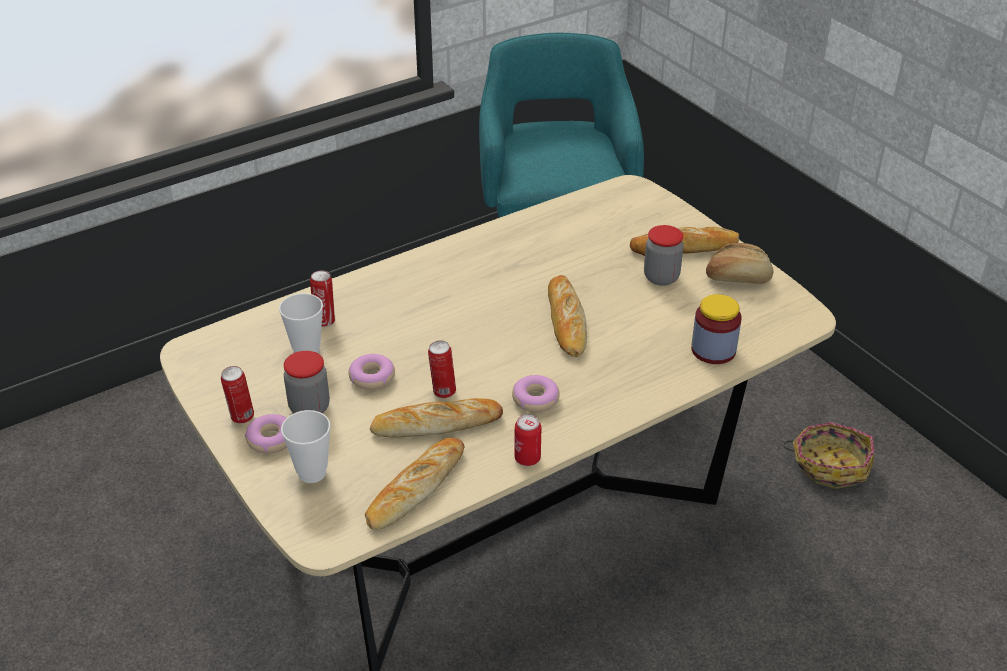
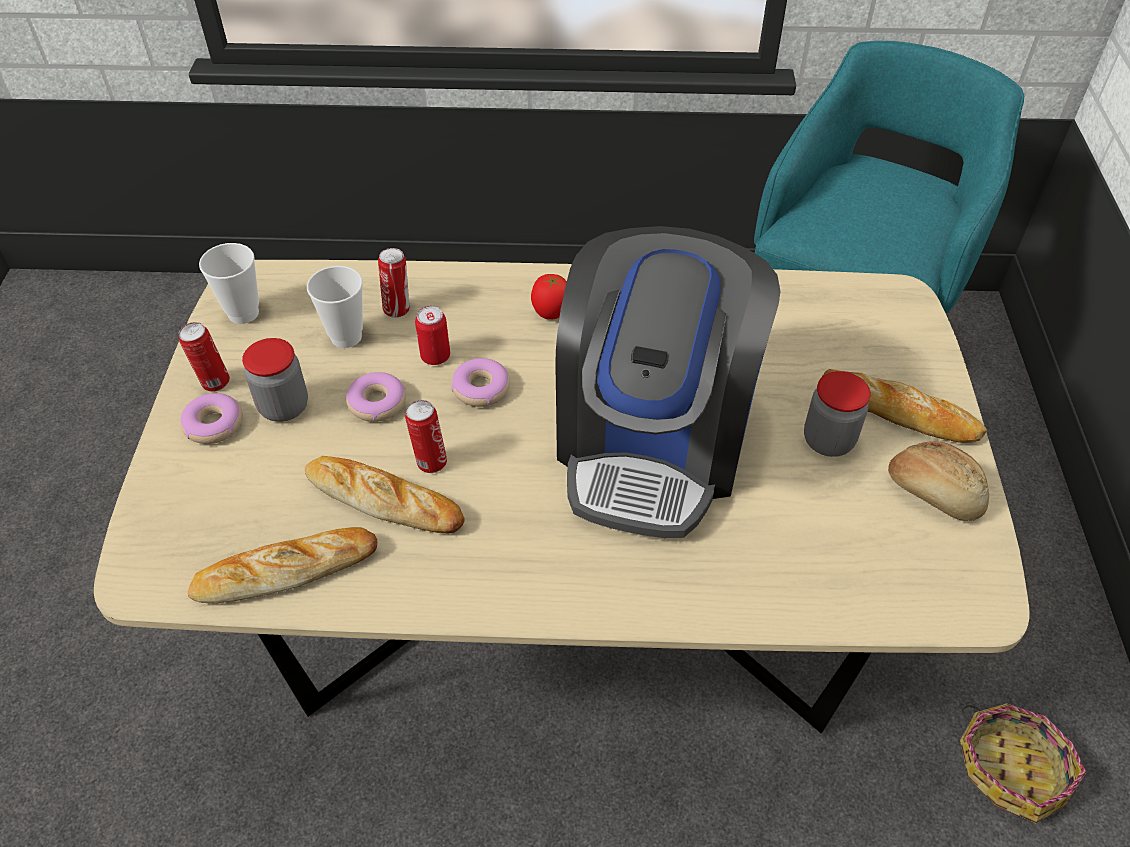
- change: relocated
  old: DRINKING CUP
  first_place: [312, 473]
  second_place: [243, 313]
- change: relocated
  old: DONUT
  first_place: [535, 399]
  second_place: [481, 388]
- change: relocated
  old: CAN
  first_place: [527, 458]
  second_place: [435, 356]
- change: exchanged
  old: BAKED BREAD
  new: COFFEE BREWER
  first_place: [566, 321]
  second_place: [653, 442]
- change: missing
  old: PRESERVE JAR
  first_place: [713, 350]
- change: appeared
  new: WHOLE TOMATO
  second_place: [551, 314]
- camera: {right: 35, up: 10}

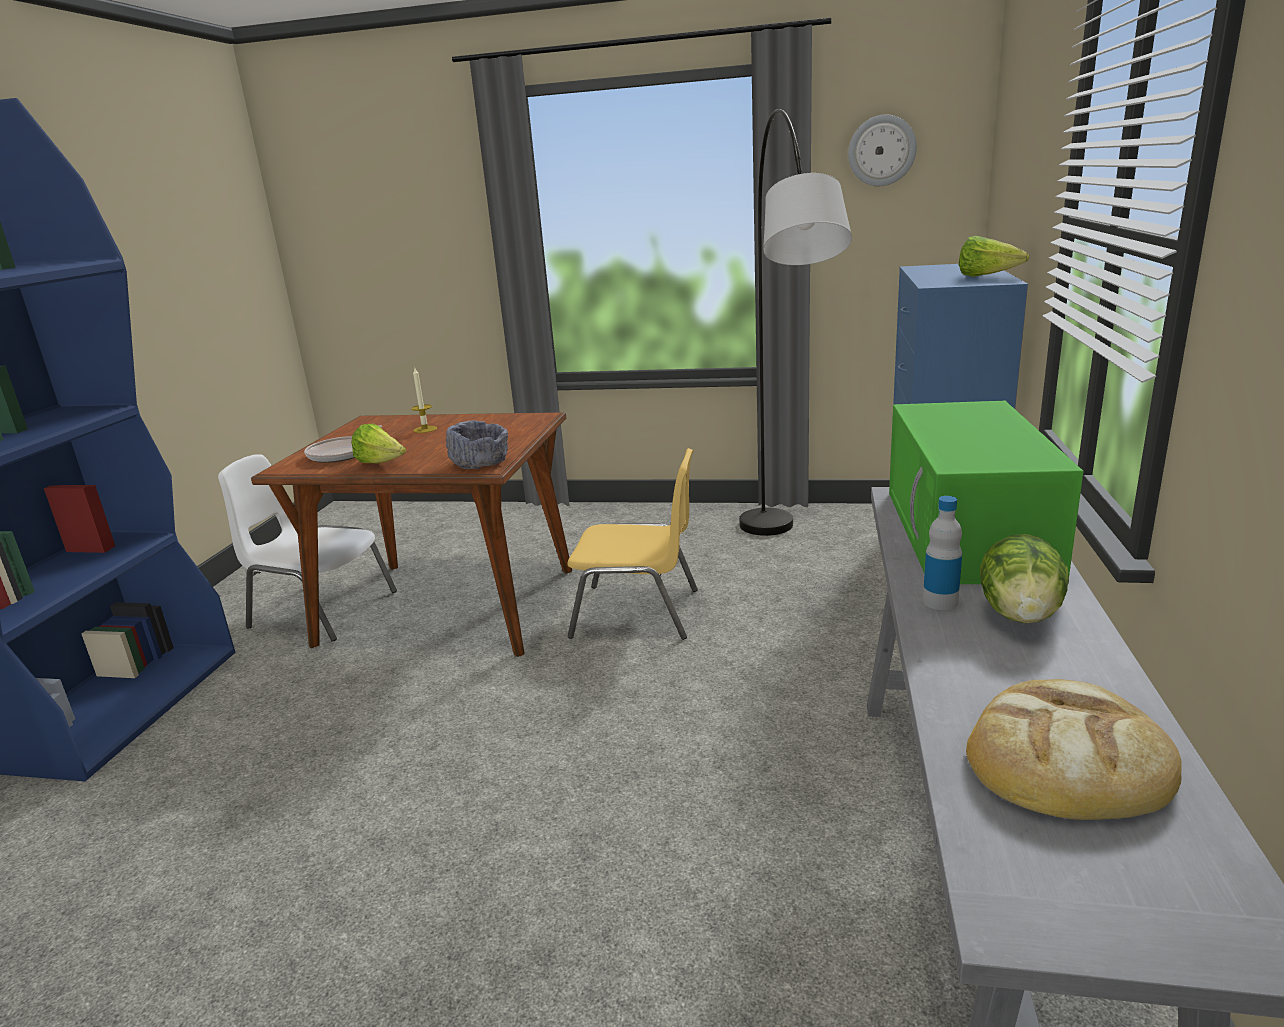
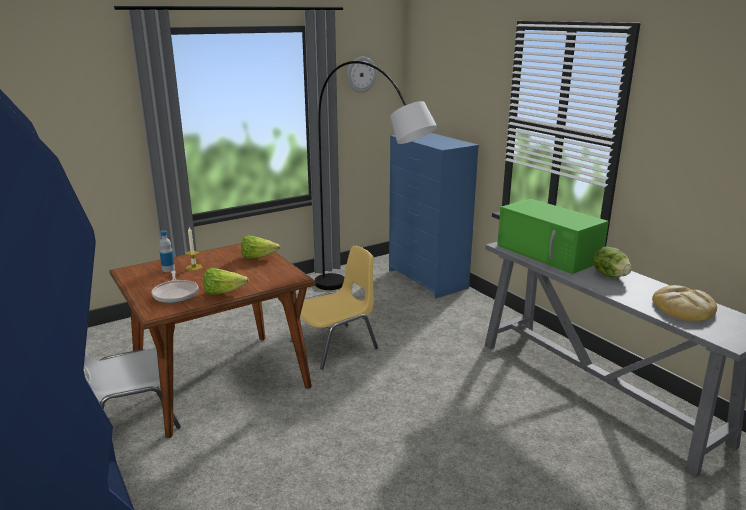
- change: missing
  old: GRAY SERVING BOWL
  first_place: [480, 463]
- change: relocated
  old: BEVERAGE BOTTLE
  first_place: [940, 602]
  second_place: [168, 269]
- change: relocated
  old: HEAD OF LETTUCE
  first_place: [986, 276]
  second_place: [258, 257]
- camera: {right: -45, up: 0}

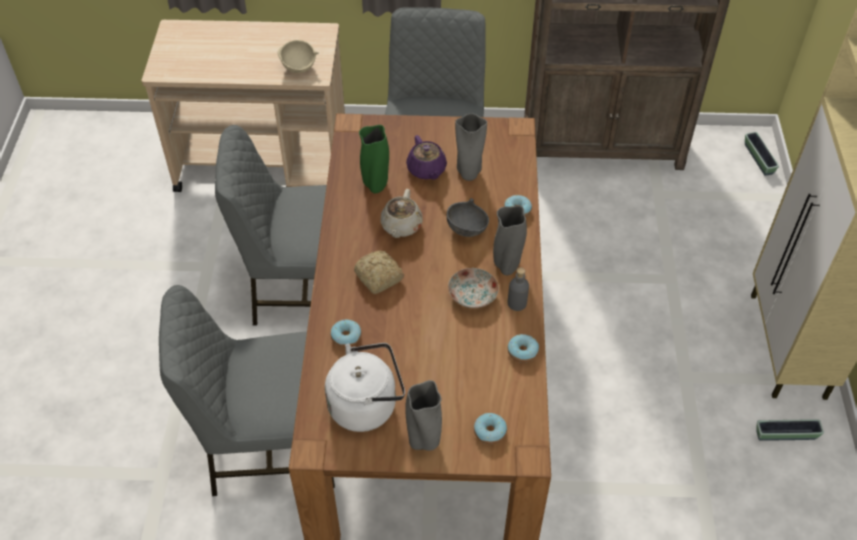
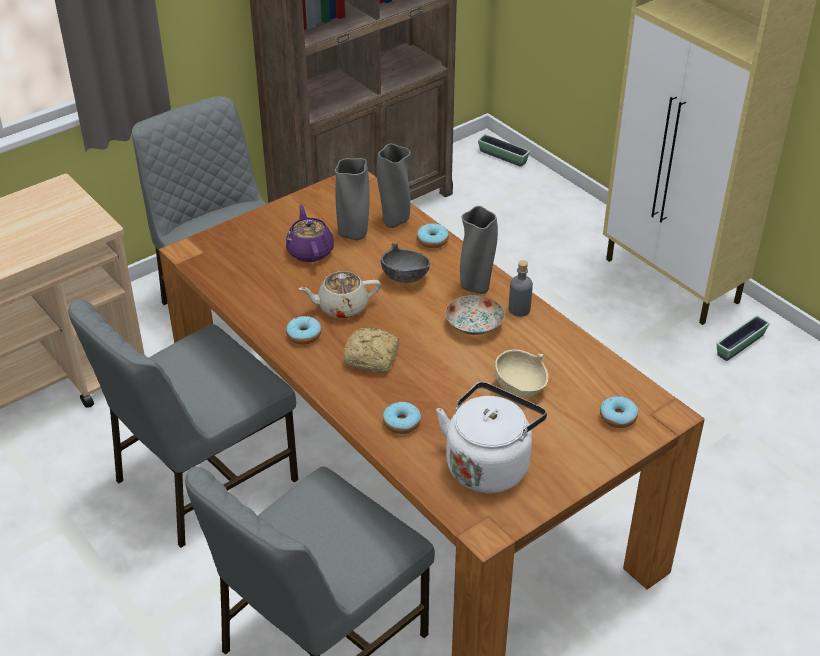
- change: relocated
  old: SAND-COLOURED SERVING BOWL
  first_place: [299, 67]
  second_place: [520, 388]
- change: missing
  old: GREEN DECORATIVE VASE
  first_place: [376, 185]
- change: spun
  old: SAND-COLOURED TEA POT
  first_place: [401, 226]
  second_place: [341, 307]
  degrees: 105
- change: relocated
  old: GRAY DECORATIVE VASE
  first_place: [424, 441]
  second_place: [394, 221]
- change: spun
  old: PURPLE-COLOURED TEA POT
  first_place: [426, 170]
  second_place: [310, 251]
  degrees: -135
- change: relocated
  old: DONUT
  first_place: [522, 352]
  second_place: [304, 335]
- camera: {right: -40, up: -10}

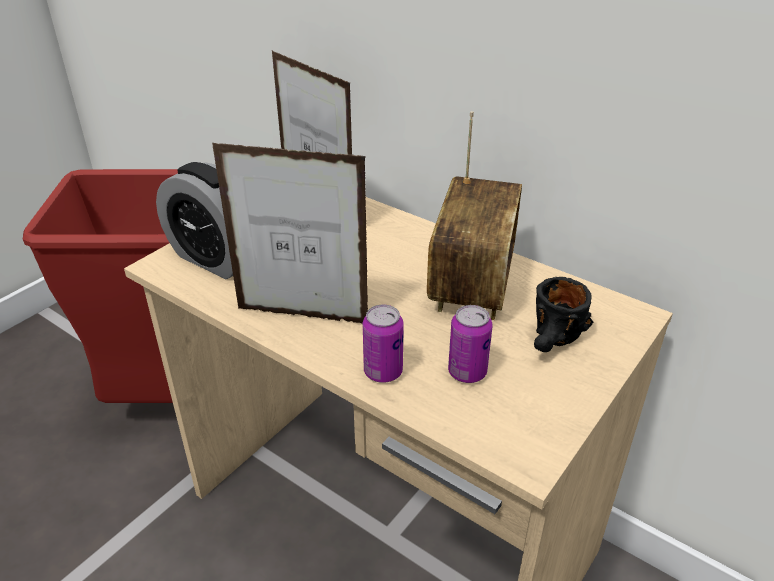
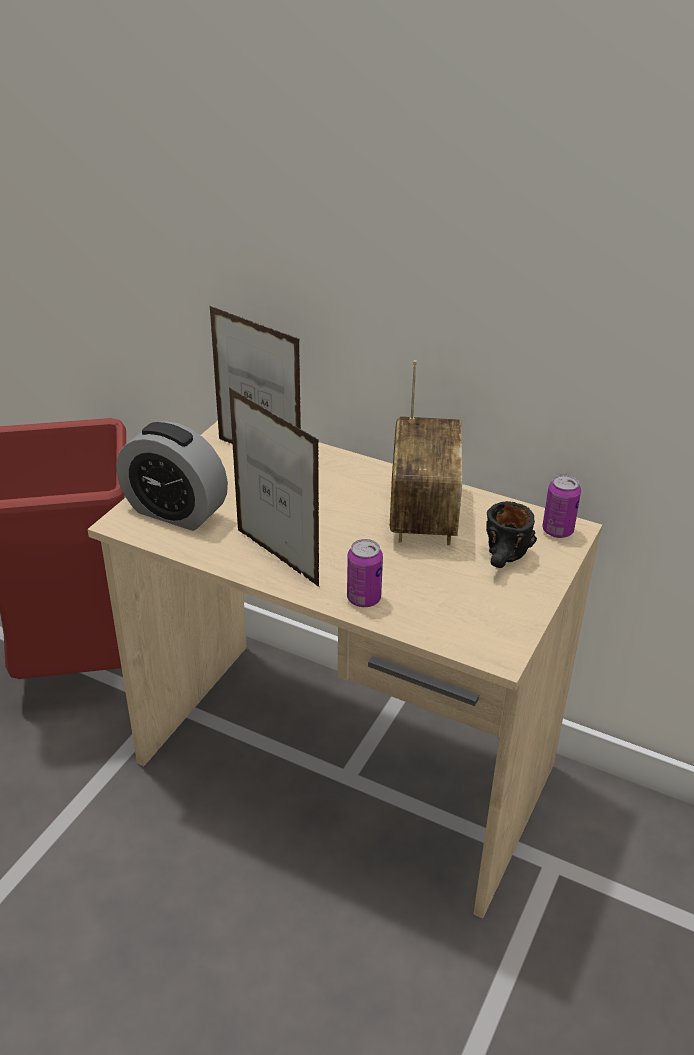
- change: spun
  old: PICTURE FRAME
  first_place: [302, 316]
  second_place: [277, 558]
  degrees: 45
- change: relocated
  old: CAN
  first_place: [467, 372]
  second_place: [557, 531]
- camera: {right: -10, up: 0}

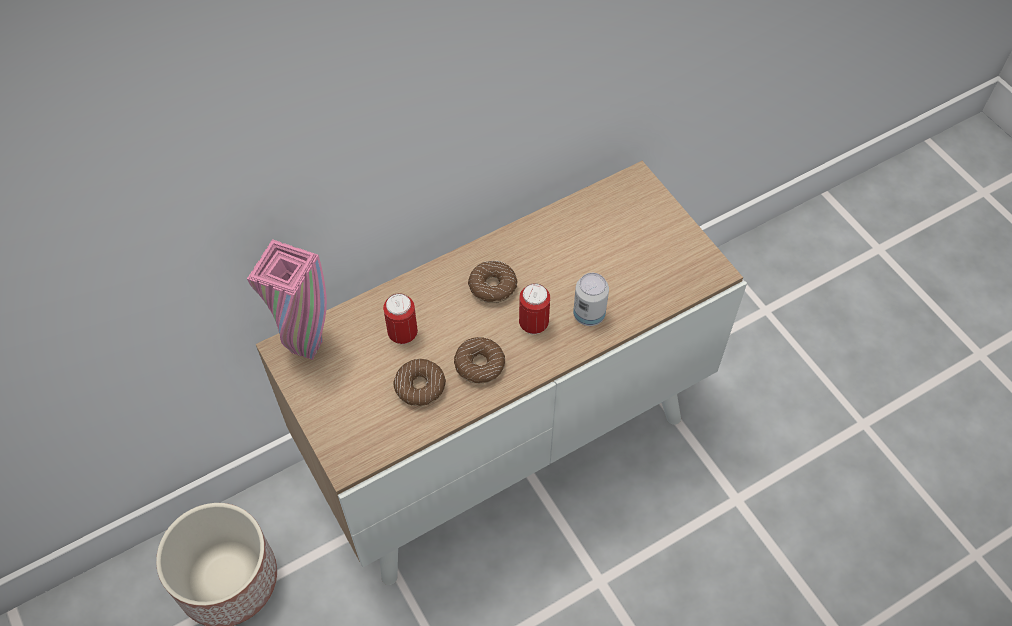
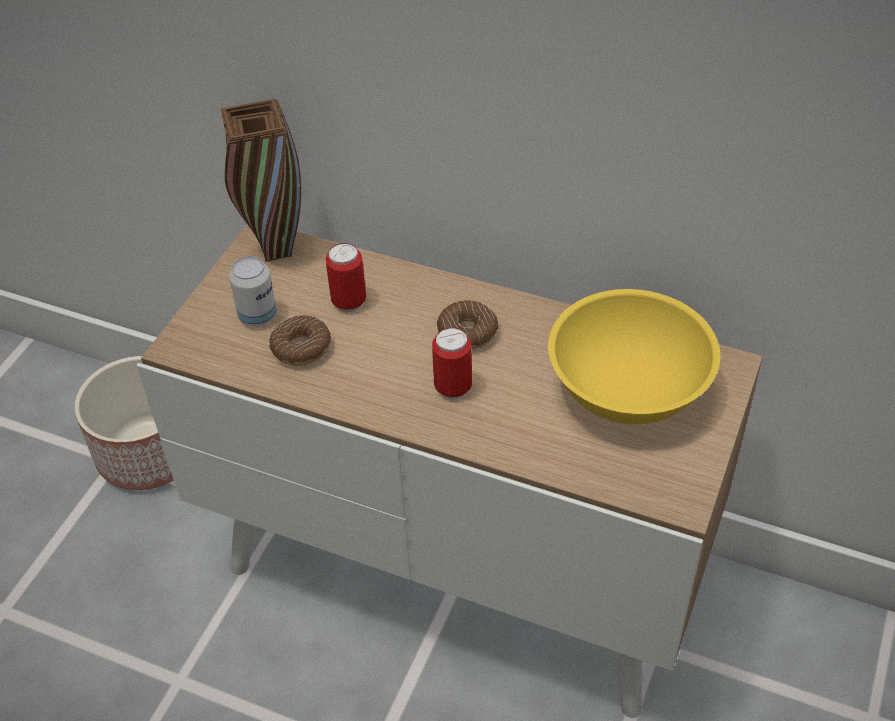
- change: colour
  old: PINK-COLOURED DECORATIVE VASE
  new: BROWN DECORATIVE VASE
  first_place: [307, 347]
  second_place: [276, 250]
- change: missing
  old: DONUT
  first_place: [479, 365]
- change: relocated
  old: CAN
  first_place: [589, 315]
  second_place: [258, 316]
- change: appeared
  new: YELLOW-COLOURED SERVING BOWL
  second_place: [627, 388]
- camera: {right: 55, up: -10}

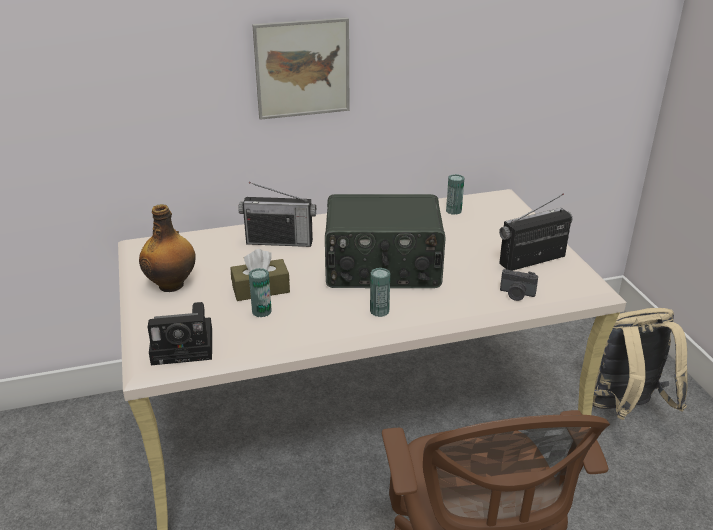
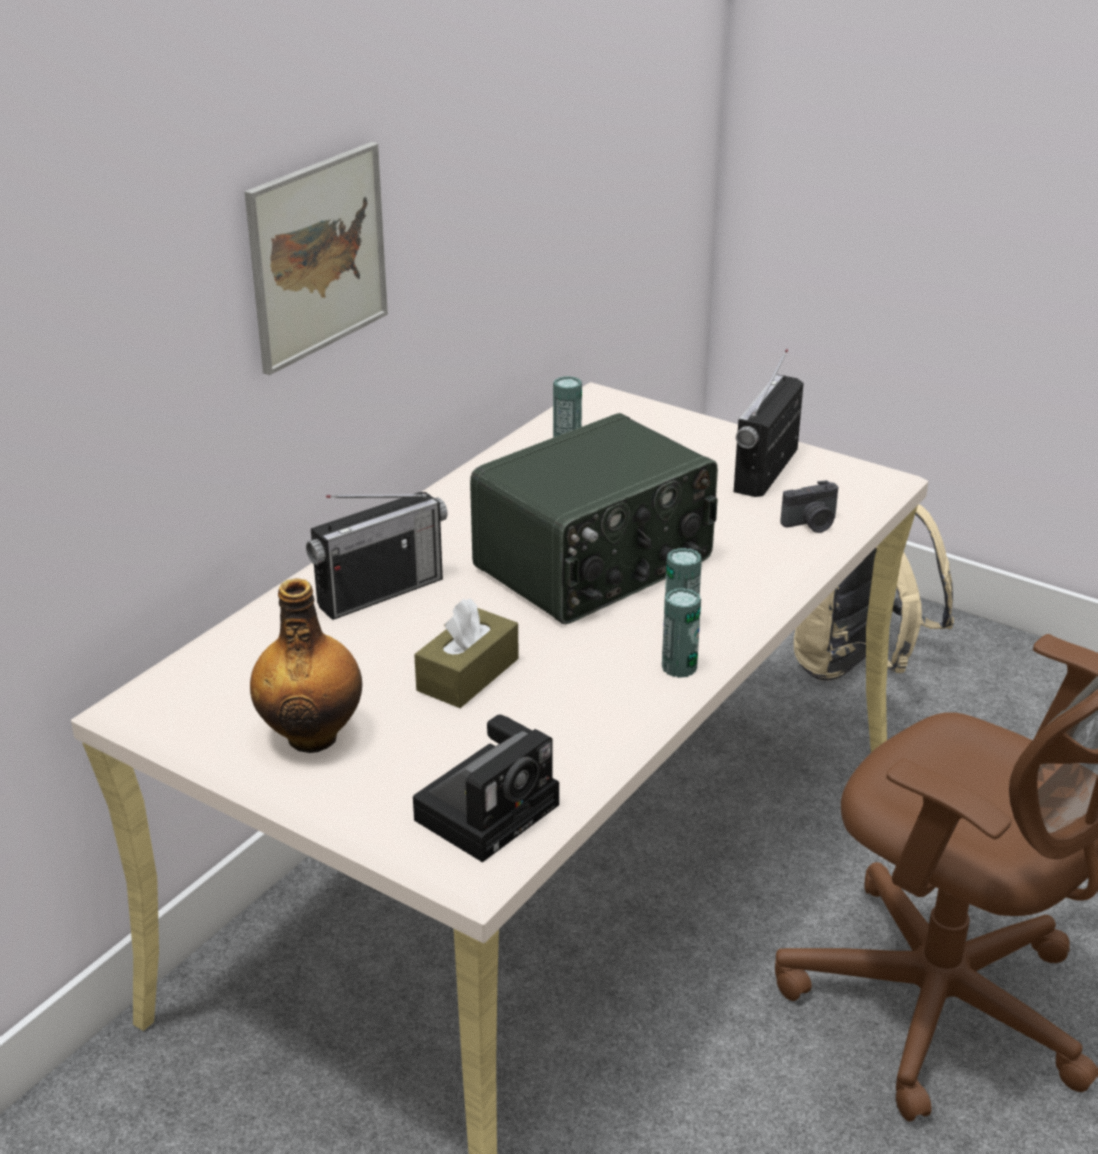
- change: relocated
  old: CAN
  first_place: [261, 311]
  second_place: [679, 667]
- camera: {right: -40, up: 0}

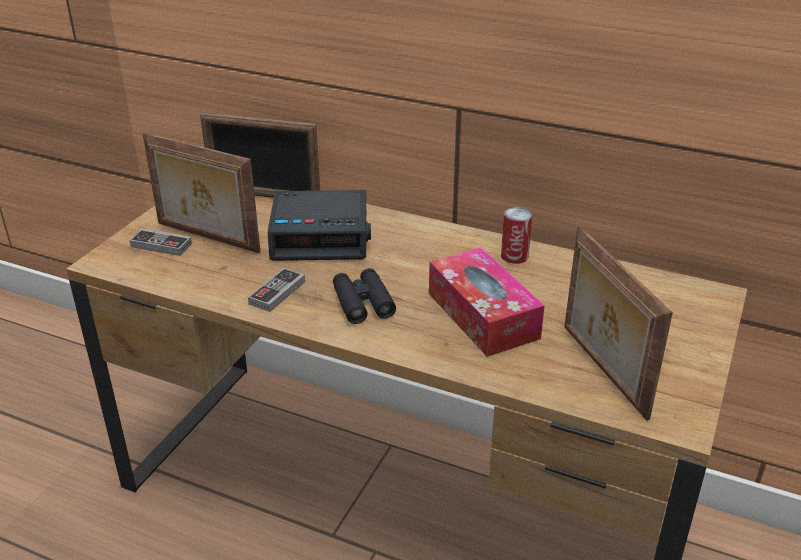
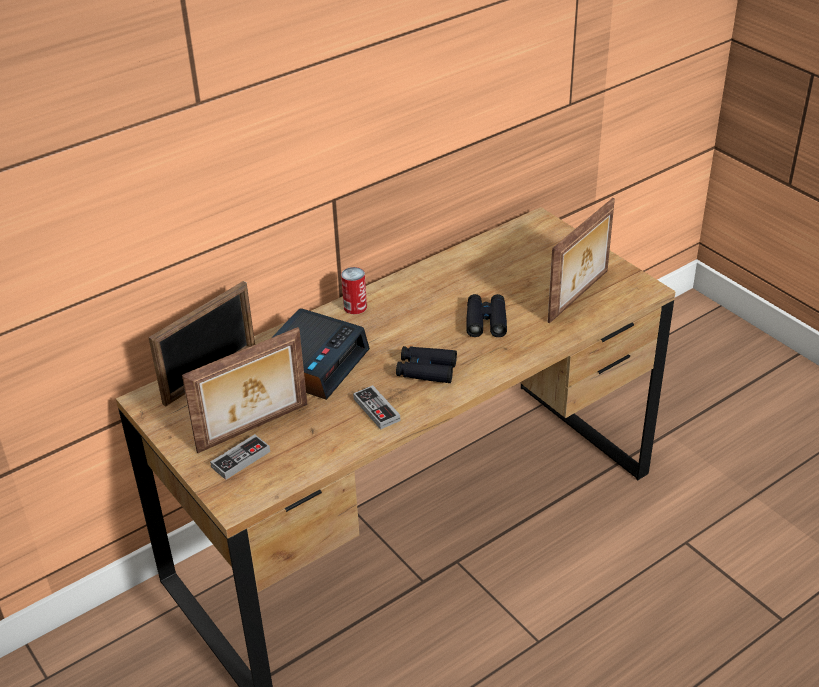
- change: exchanged
  old: BOX OF TISSUES
  new: BLACK PAIR OF BINOCULARS
  first_place: [482, 315]
  second_place: [486, 321]
- change: relocated
  old: CAN
  first_place: [514, 256]
  second_place: [355, 307]
- change: spun
  old: PICTURE FRAME
  first_place: [601, 371]
  second_place: [580, 296]
  degrees: -60
- camera: {right: -60, up: 5}

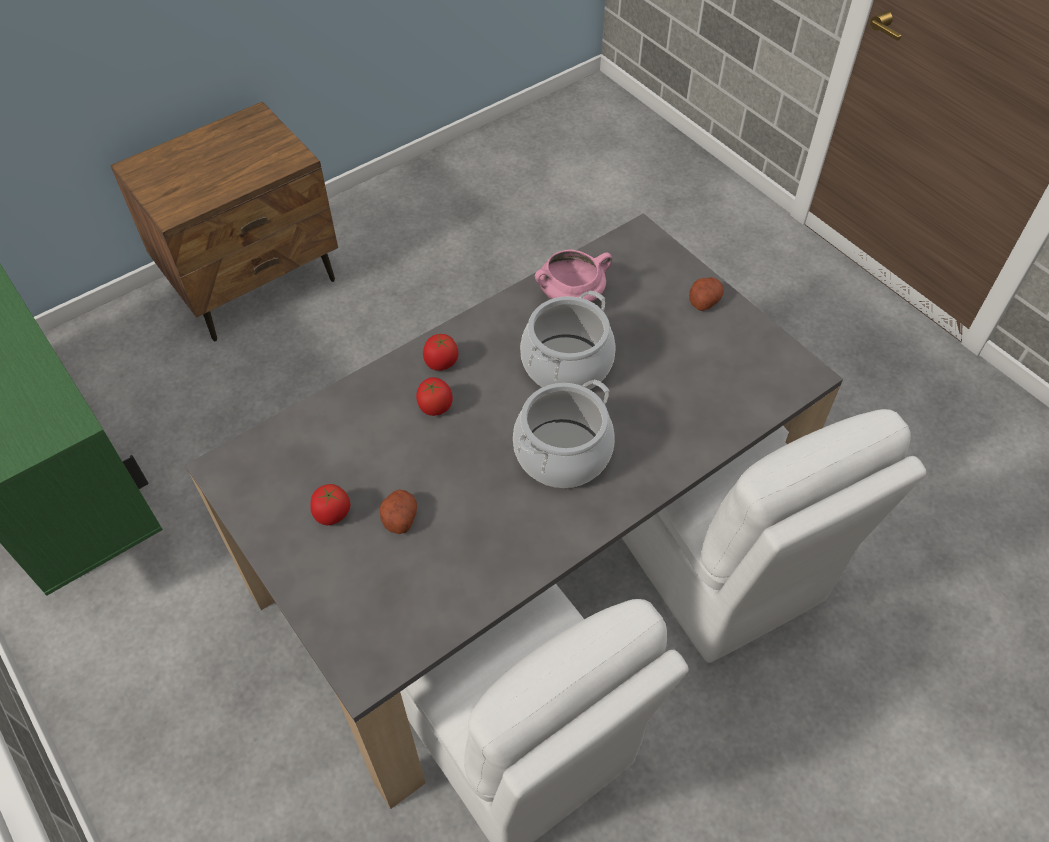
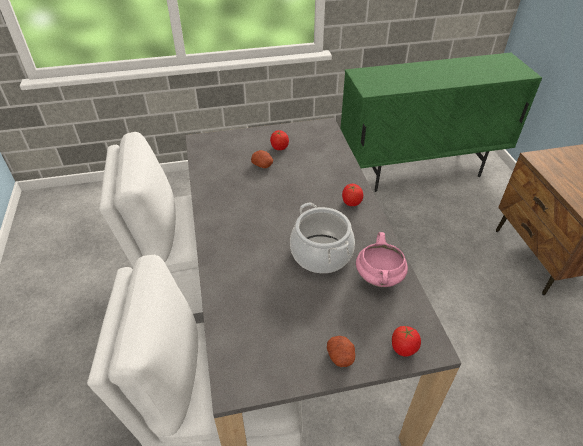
- change: relocated
  old: WHOLE TOMATO
  first_place: [435, 407]
  second_place: [403, 348]
- change: missing
  old: COOKING POT
  first_place: [563, 453]
- camera: {right: 115, up: -10}

